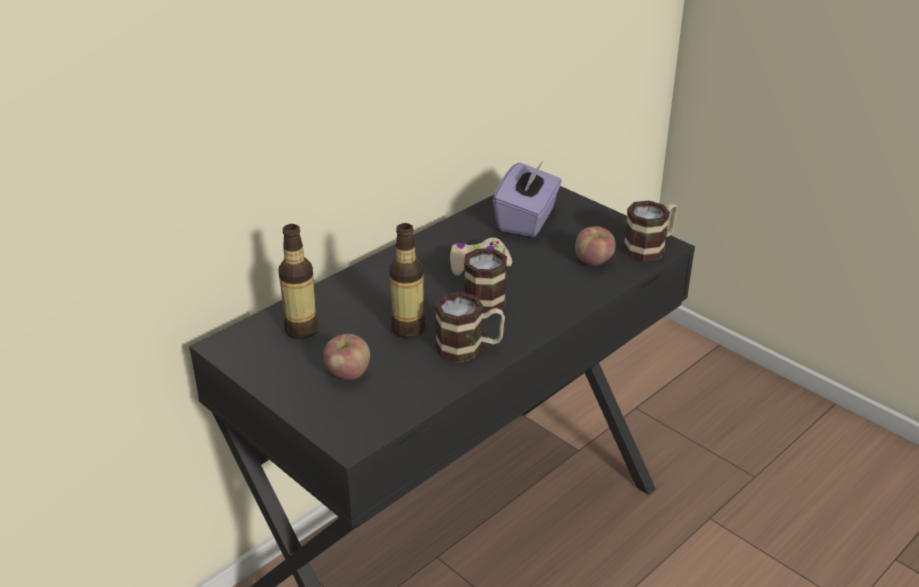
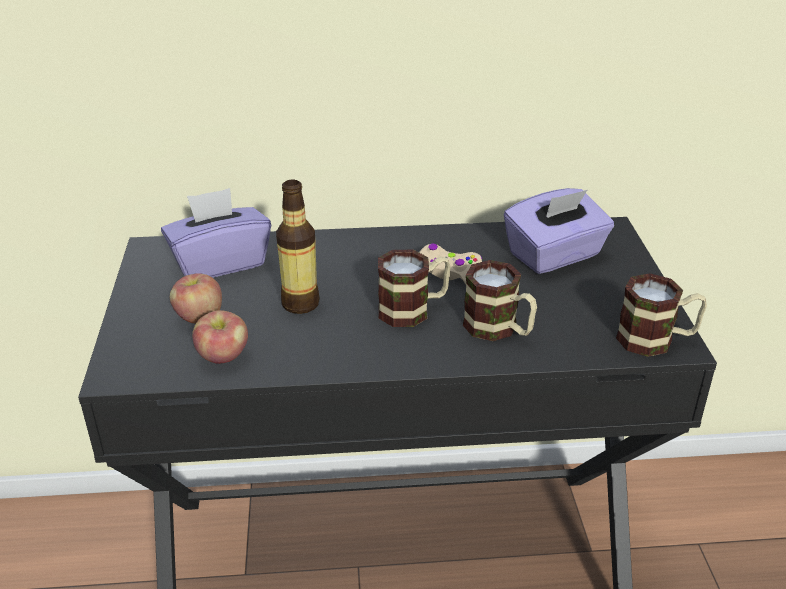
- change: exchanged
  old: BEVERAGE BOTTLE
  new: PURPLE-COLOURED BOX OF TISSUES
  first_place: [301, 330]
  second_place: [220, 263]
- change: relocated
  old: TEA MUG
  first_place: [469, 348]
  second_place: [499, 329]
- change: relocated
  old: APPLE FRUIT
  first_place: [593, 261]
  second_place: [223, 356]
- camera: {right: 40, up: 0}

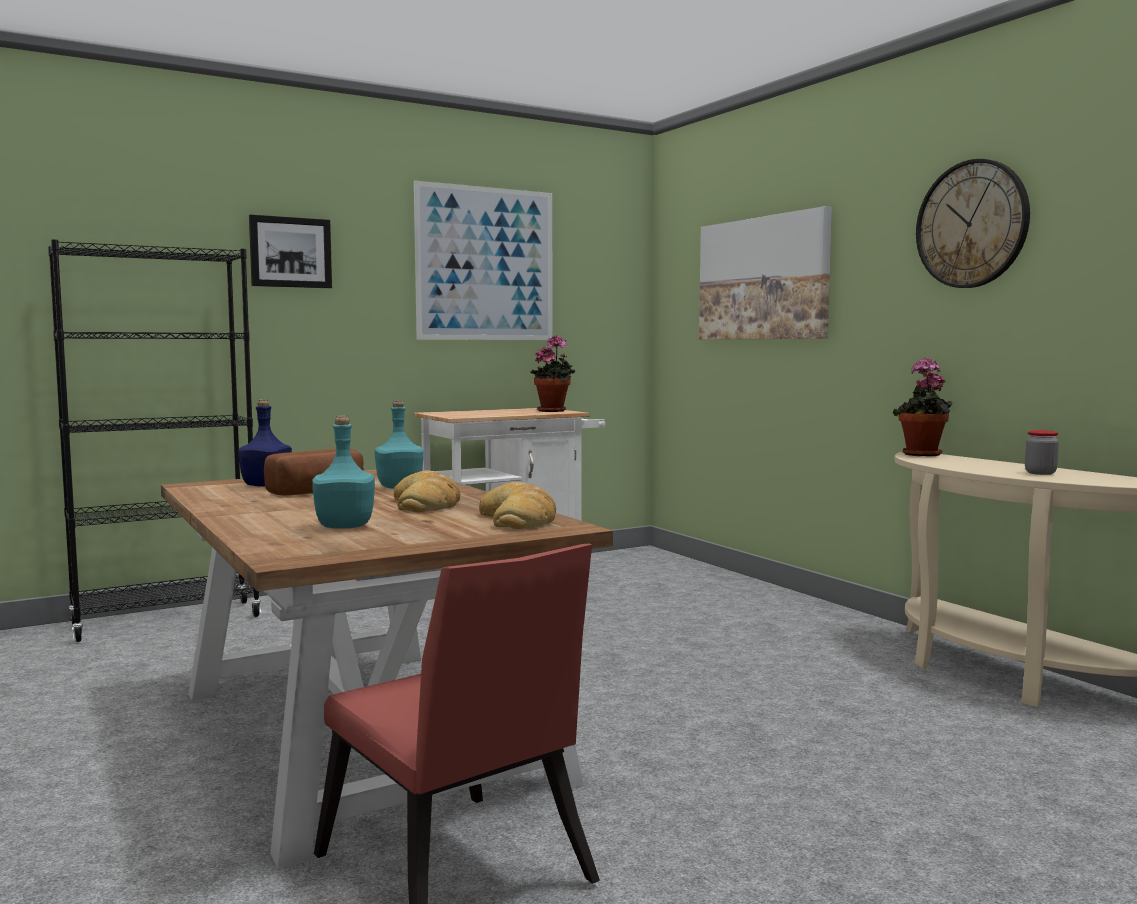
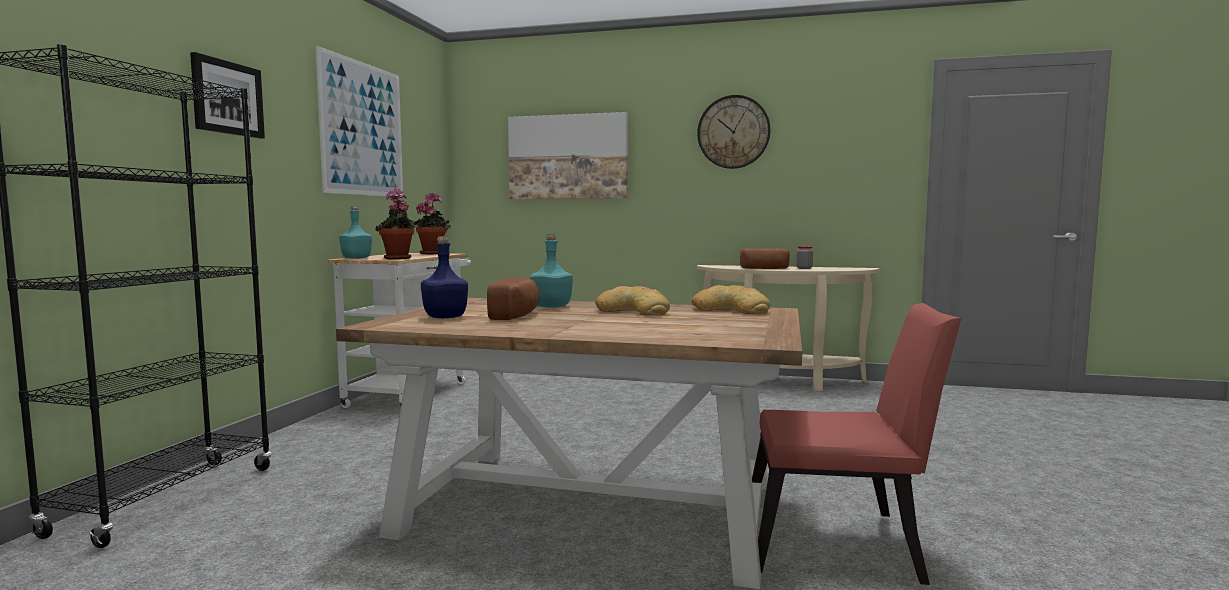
- change: relocated
  old: BLUE-GREEN BEVERAGE BOTTLE
  first_place: [343, 526]
  second_place: [356, 258]
- change: relocated
  old: POTTED PLANT
  first_place: [922, 455]
  second_place: [398, 258]
- change: appeared
  new: BAKED BREAD
  second_place: [765, 268]
- camera: {right: -45, up: 0}

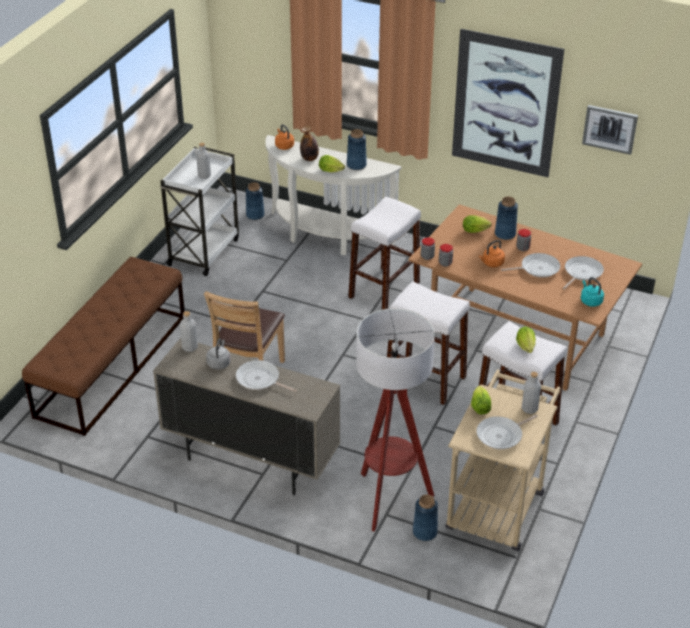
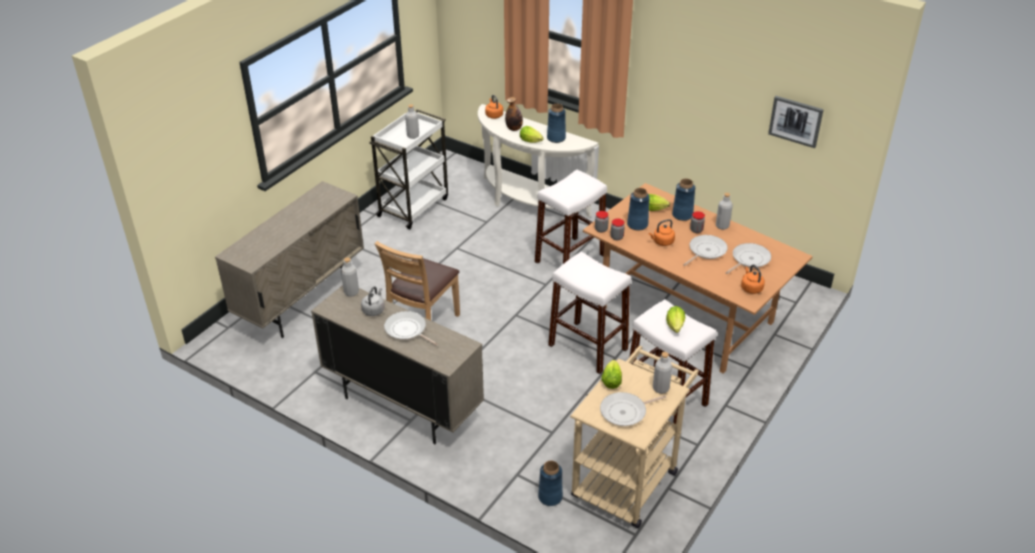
- change: exchanged
  old: BROWN LONG SEAT
  new: SAND-COLOURED CABINET
  first_place: [112, 365]
  second_place: [302, 302]
- change: relocated
  old: BLUE DECORATIVE VASE
  first_place: [255, 215]
  second_place: [637, 224]
- change: missing
  old: STANDARD LAMP
  first_place: [389, 499]
- change: missing
  old: PICTURE
  first_place: [505, 104]
- change: spun
  old: FRYING PAN
  first_place: [537, 268]
  second_place: [705, 251]
  degrees: -45
- change: colour
  old: BLUE-GREEN TEA KETTLE
  new: ORANGE-COLOURED TEA KETTLE
  first_place: [590, 301]
  second_place: [751, 288]
- change: appeared
  new: GRAY BEVERAGE BOTTLE
  second_place: [722, 226]
- camera: {right: 10, up: 0}

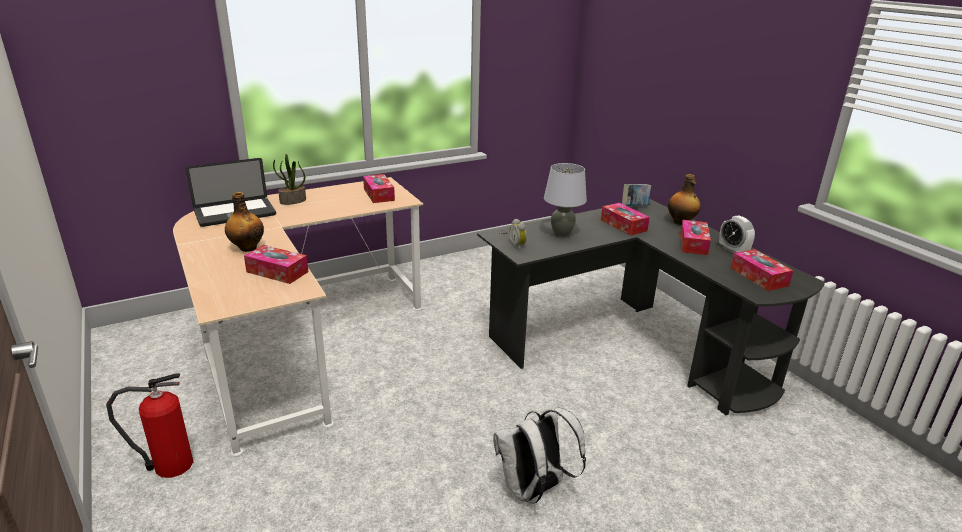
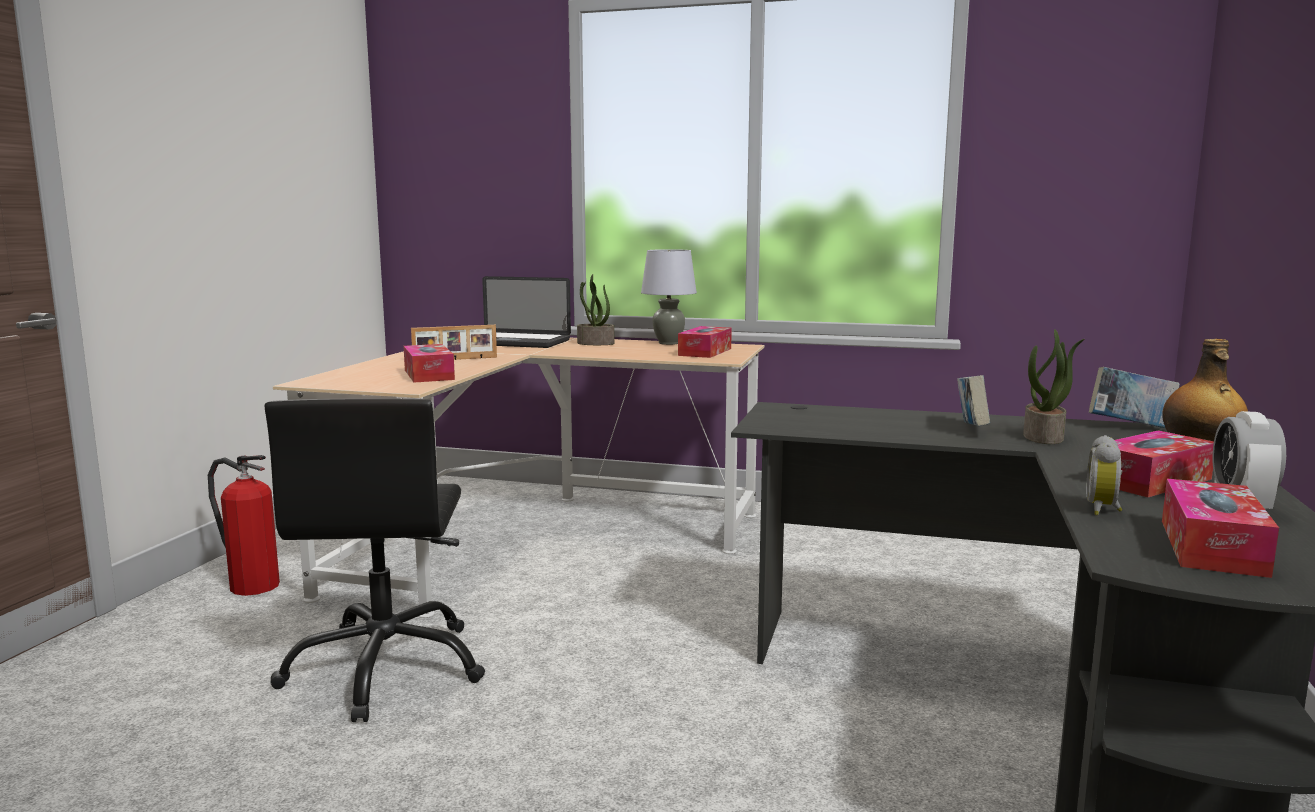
- change: exchanged
  old: BEVERAGE BOTTLE
  new: PICTURE FRAME
  first_place: [247, 248]
  second_place: [455, 359]
- change: missing
  old: WHITISH BACKPACK
  first_place: [533, 490]
- change: relocated
  old: ALARM CLOCK
  first_place: [518, 246]
  second_place: [1104, 509]
- change: relocated
  old: GRAY TABLETOP LAMP
  first_place: [561, 234]
  second_place: [669, 343]
- change: exchanged
  old: BOX OF TISSUES
  new: POTTED PLANT
  first_place: [623, 225]
  second_place: [1044, 437]
- change: appeared
  new: BLACK COMPUTER CHAIR
  second_place: [386, 668]
- change: appeared
  new: BOUND BOOK
  second_place: [971, 429]
- camera: {right: 45, up: -15}

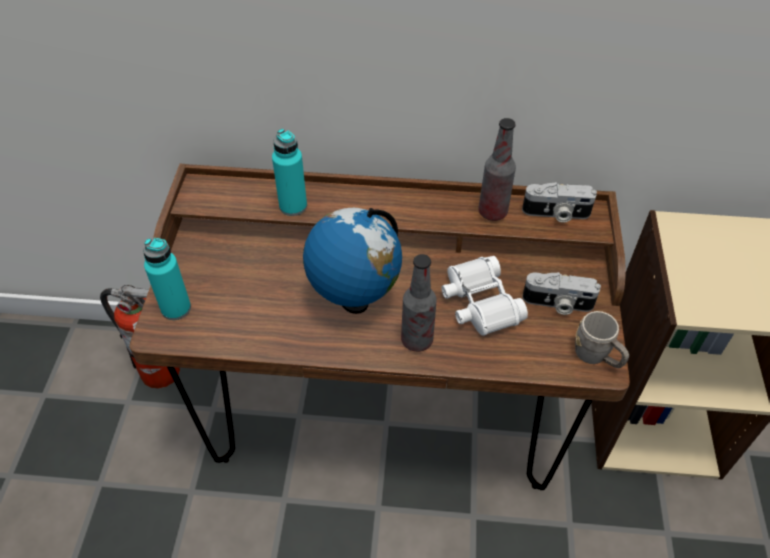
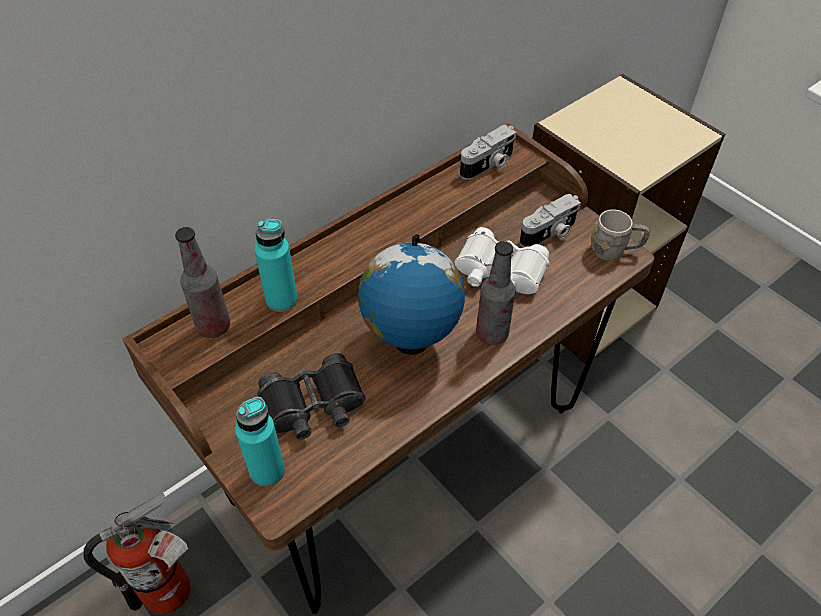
- change: relocated
  old: BEVERAGE BOTTLE
  first_place: [492, 212]
  second_place: [213, 326]
- change: appeared
  new: BLACK PAIR OF BINOCULARS
  second_place: [313, 405]
- camera: {right: -45, up: 0}

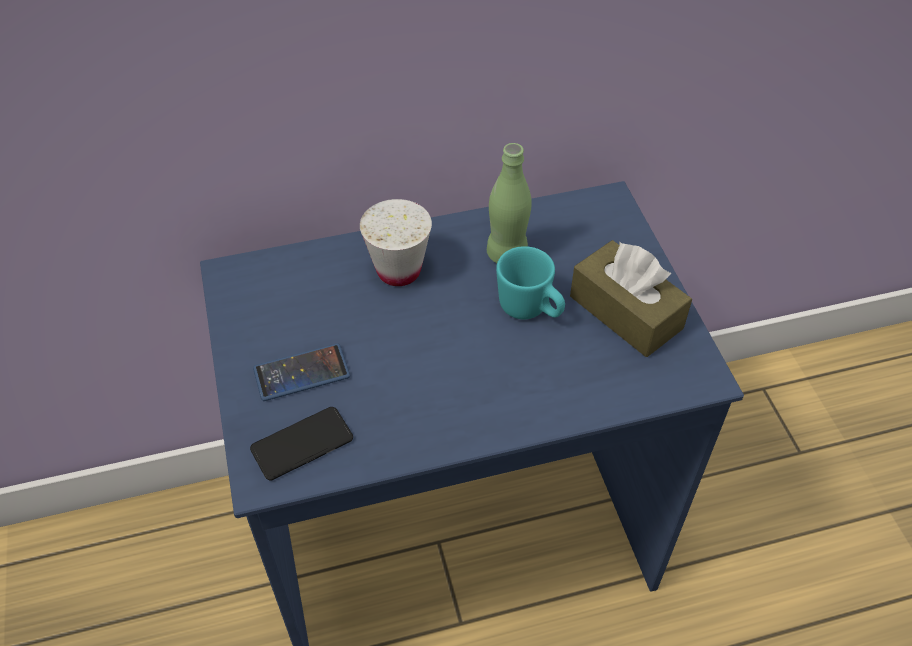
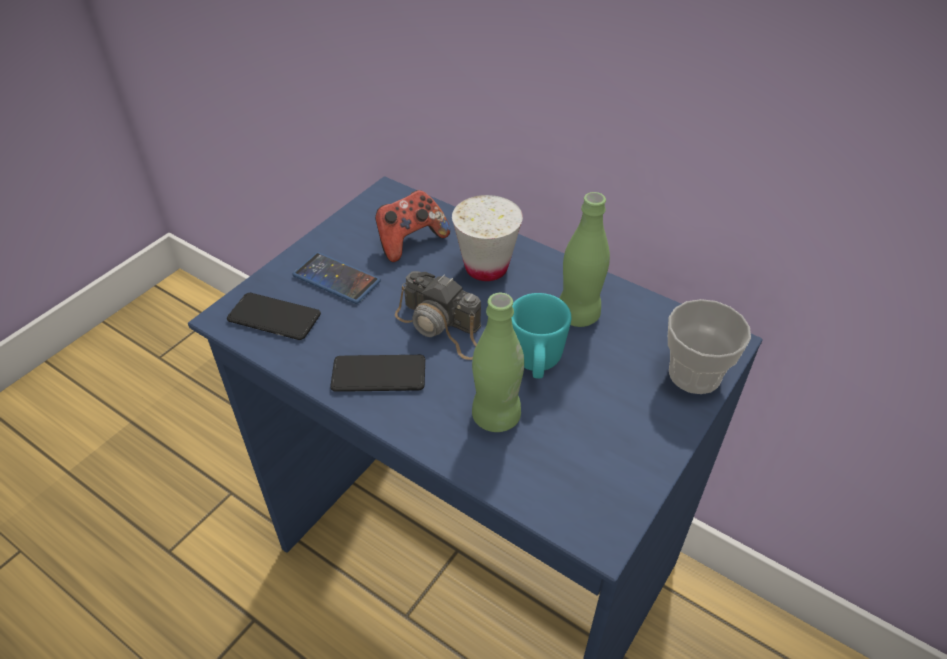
- change: missing
  old: BROWN BOX OF TISSUES
  first_place: [625, 312]
- change: appeared
  new: HANDSET
  second_place: [378, 374]
- change: appeared
  new: GAMEPAD
  second_place: [410, 241]
- change: appeared
  new: STILL CAMERA
  second_place: [442, 326]
- change: appeared
  new: GREEN BEVERAGE BOTTLE
  second_place: [496, 416]
- change: appeared
  new: DRINKING CUP
  second_place: [694, 374]
- camera: {right: 50, up: -5}

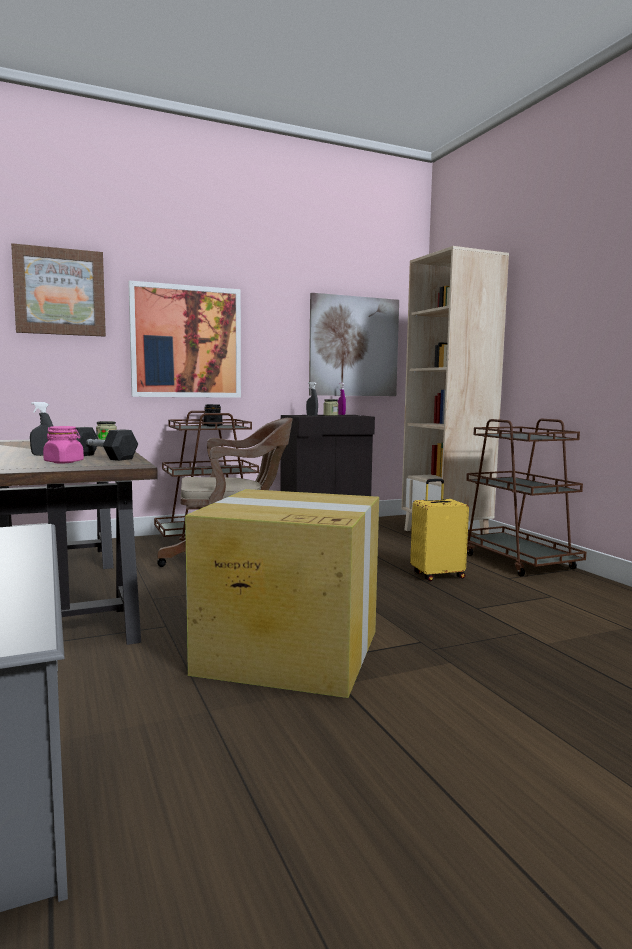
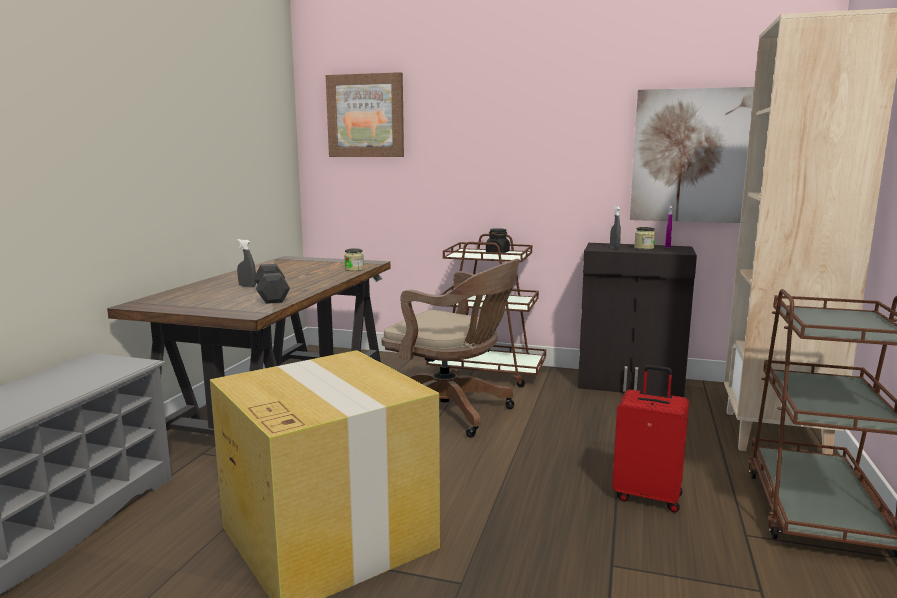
- change: missing
  old: PINK-COLOURED PRESERVE JAR
  first_place: [64, 462]
- change: missing
  old: PICTURE
  first_place: [186, 342]
- change: colour
  old: YELLOW-COLOURED TRAVEL CASE
  new: REDDISH TRAVEL CASE
  first_place: [437, 575]
  second_place: [648, 496]
- camera: {right: 40, up: 5}

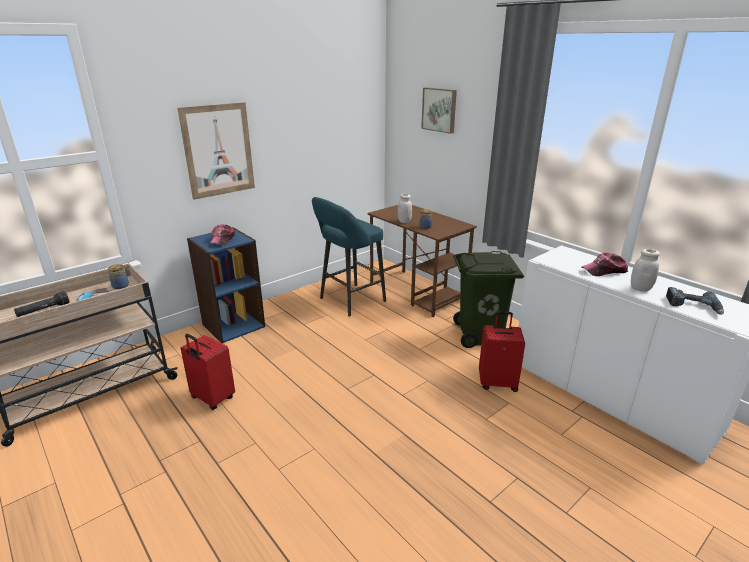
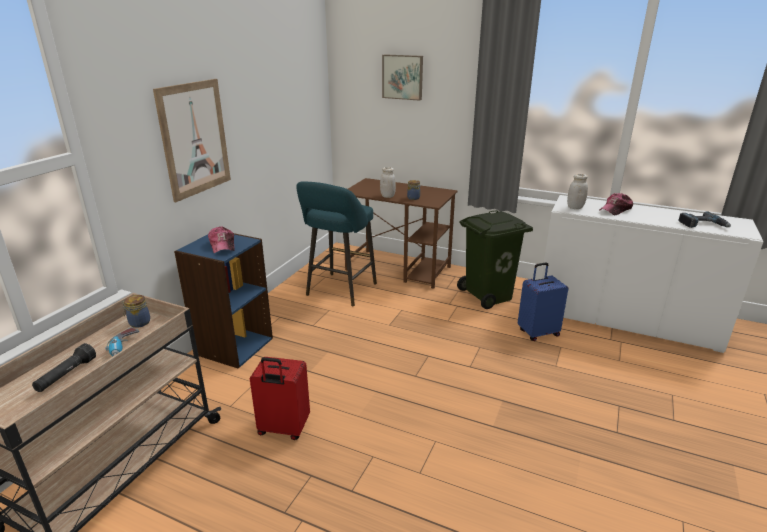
- change: colour
  old: REDDISH TRAVEL CASE
  new: BLUE TRAVEL CASE
  first_place: [497, 383]
  second_place: [537, 332]
- change: relocated
  old: WHITISH PRESERVE JAR
  first_place: [640, 288]
  second_place: [575, 207]
- camera: {right: -25, up: 0}

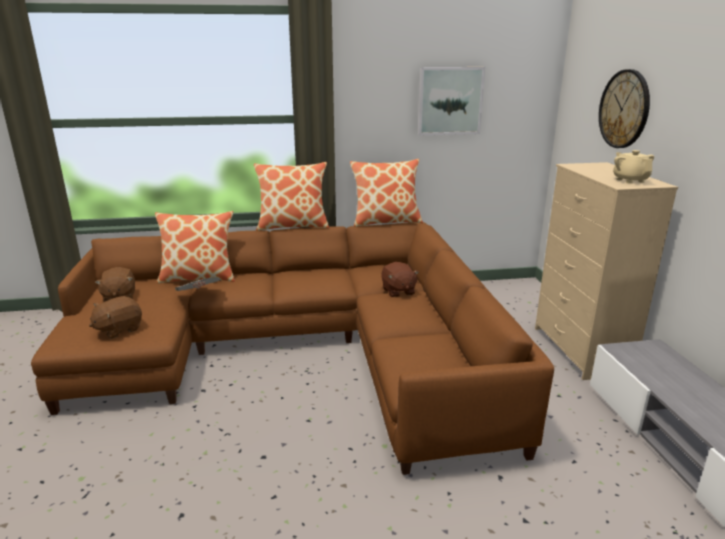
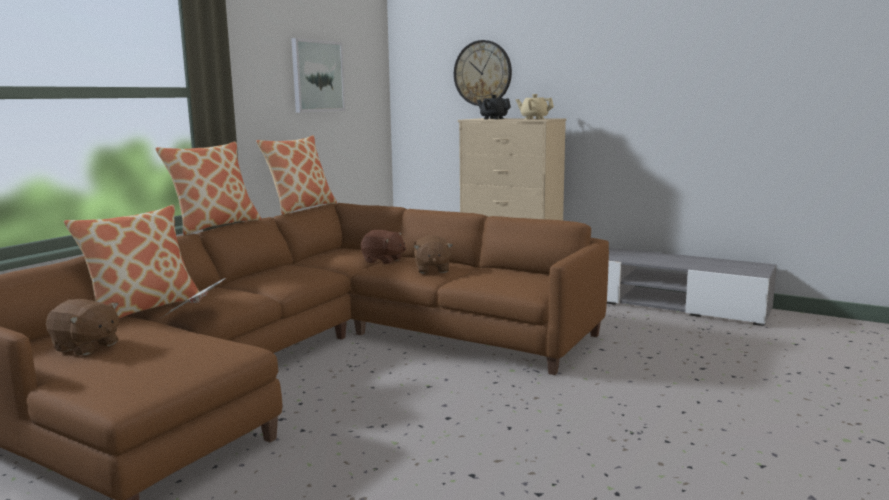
- change: relocated
  old: BROWN PLUSH TOY
  first_place: [119, 329]
  second_place: [432, 269]
- change: appeared
  new: BLACK TEA POT
  second_place: [493, 118]
- camera: {right: -50, up: -10}

